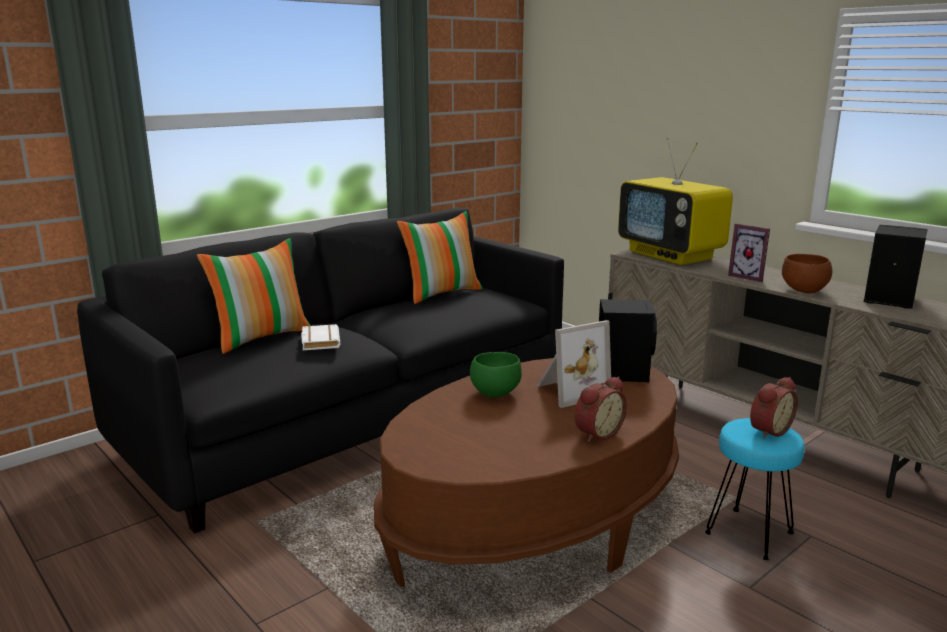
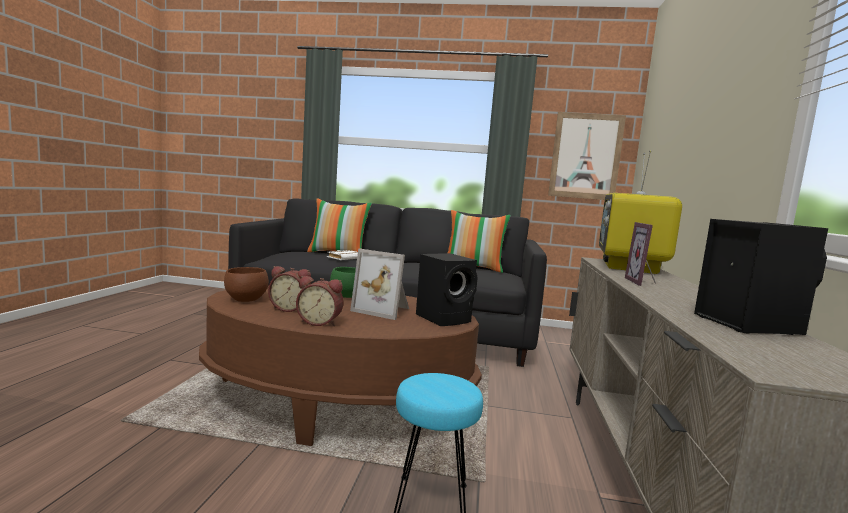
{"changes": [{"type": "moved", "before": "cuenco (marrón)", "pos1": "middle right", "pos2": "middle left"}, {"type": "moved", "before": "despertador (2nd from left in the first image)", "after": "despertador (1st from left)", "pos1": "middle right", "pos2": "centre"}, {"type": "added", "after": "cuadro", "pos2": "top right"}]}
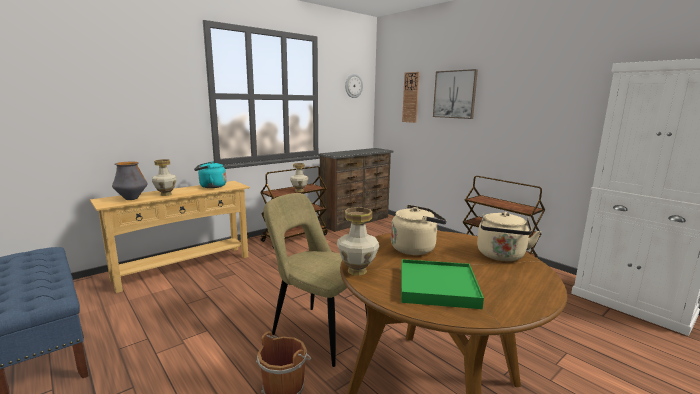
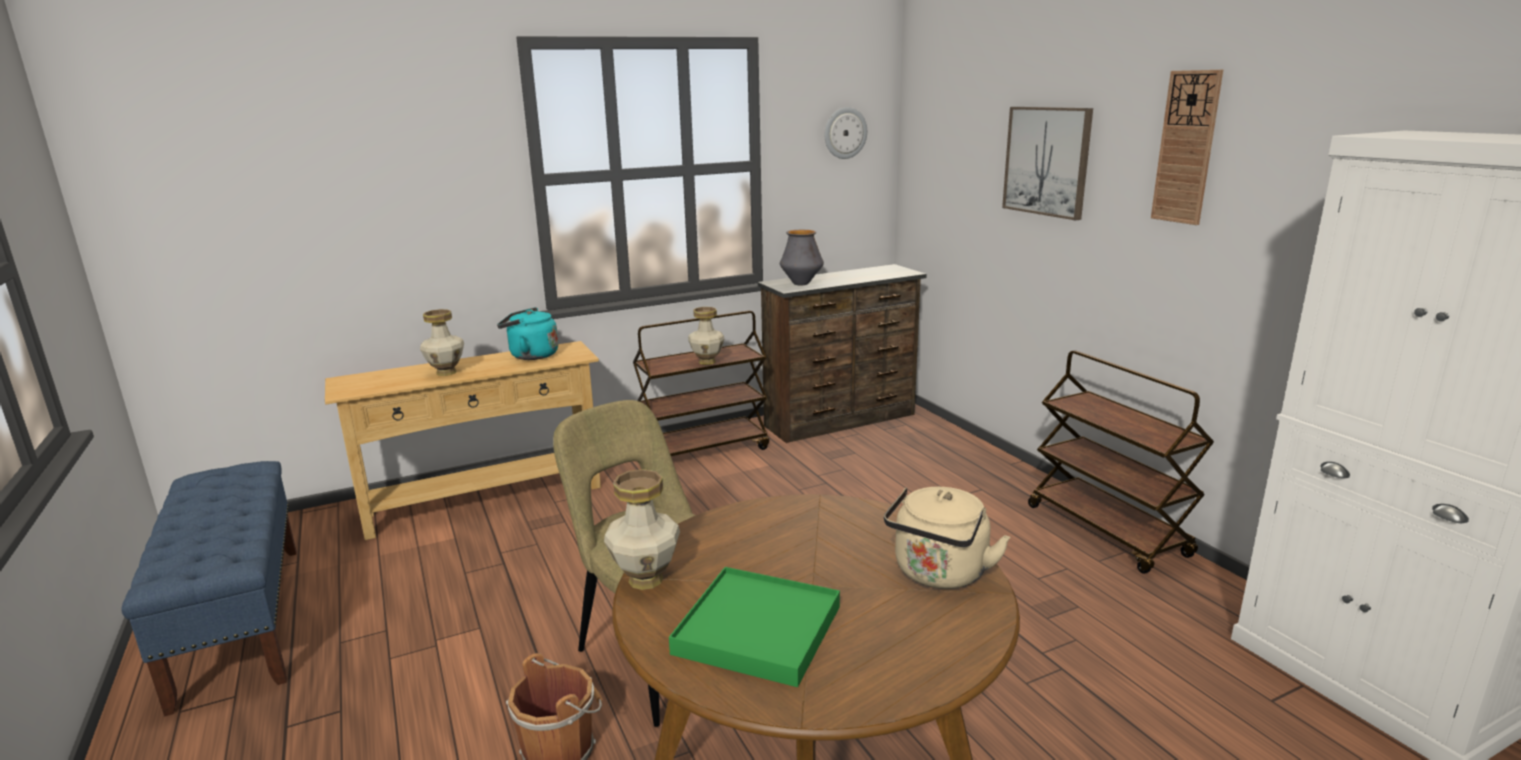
{"changes": [{"type": "moved", "before": "reloj de pared (2nd from left)", "pos1": "top centre", "pos2": "top right"}, {"type": "moved", "before": "florero (1st from left in the first image)", "after": "florero (4th from left)", "pos1": "middle left", "pos2": "centre"}, {"type": "removed", "before": "hervidor (beis) (1st from left)", "pos1": "centre"}]}
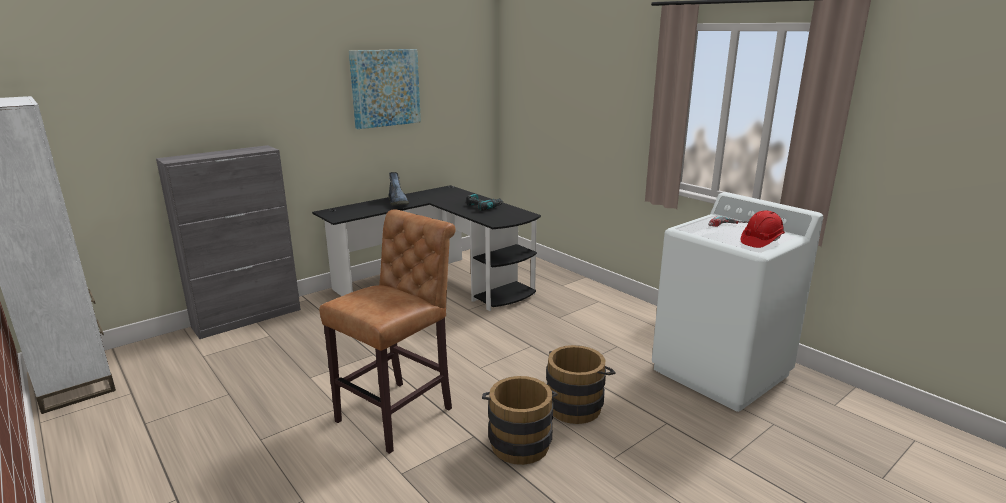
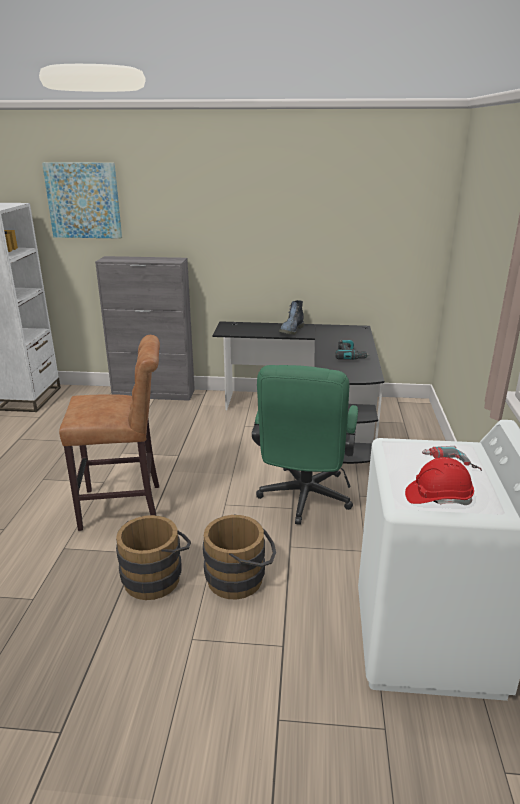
{"changes": [{"type": "moved", "before": "cuadro", "pos1": "top centre", "pos2": "top left"}, {"type": "added", "after": "silla de oficina (verde)", "pos2": "centre"}]}
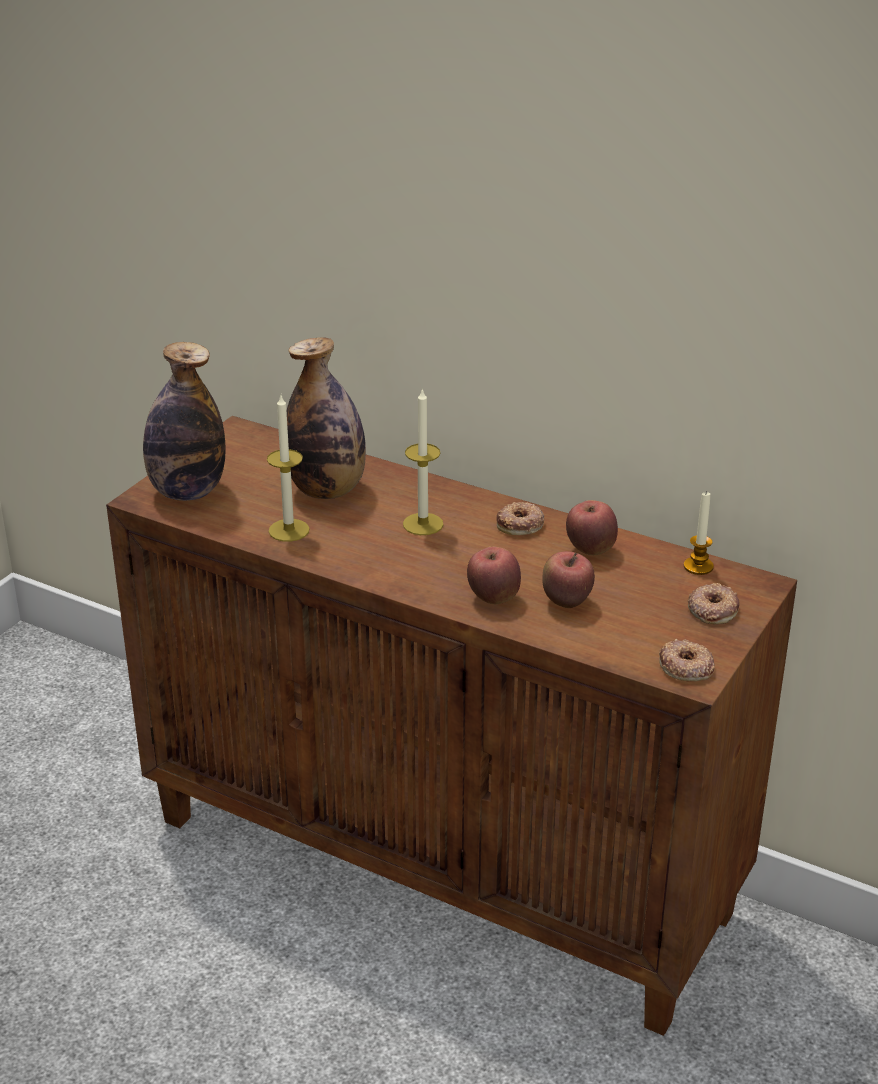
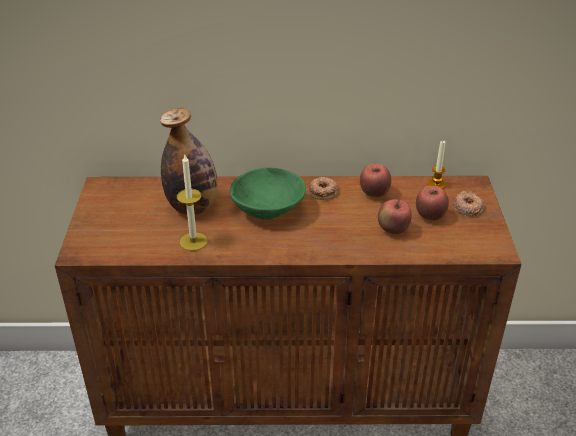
{"changes": [{"type": "removed", "before": "botella (1st from left)", "pos1": "middle left"}, {"type": "replaced", "before": "vela (2nd from left)", "after": "cuenco (verde)", "pos1": "centre", "pos2": "centre"}, {"type": "moved", "before": "manzana (1st from left in the first image)", "after": "manzana (3rd from left)", "pos1": "centre", "pos2": "middle right"}, {"type": "removed", "before": "rosquilla (2nd from left)", "pos1": "middle right"}]}
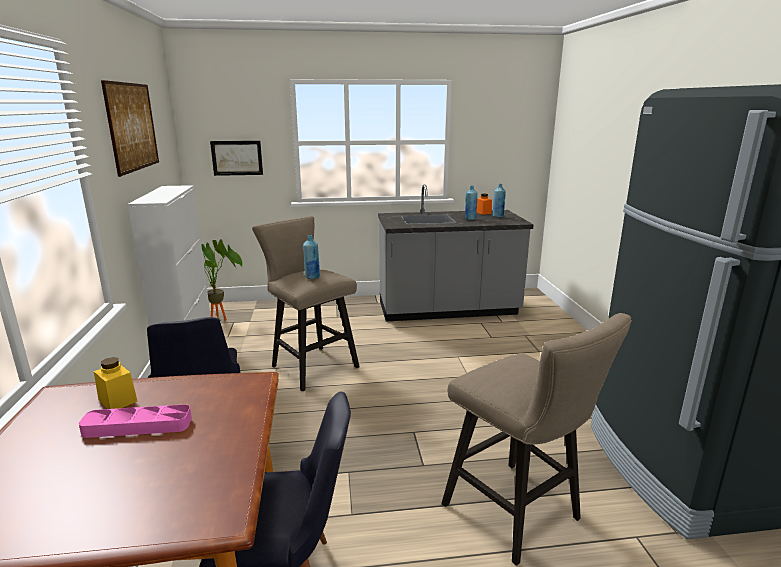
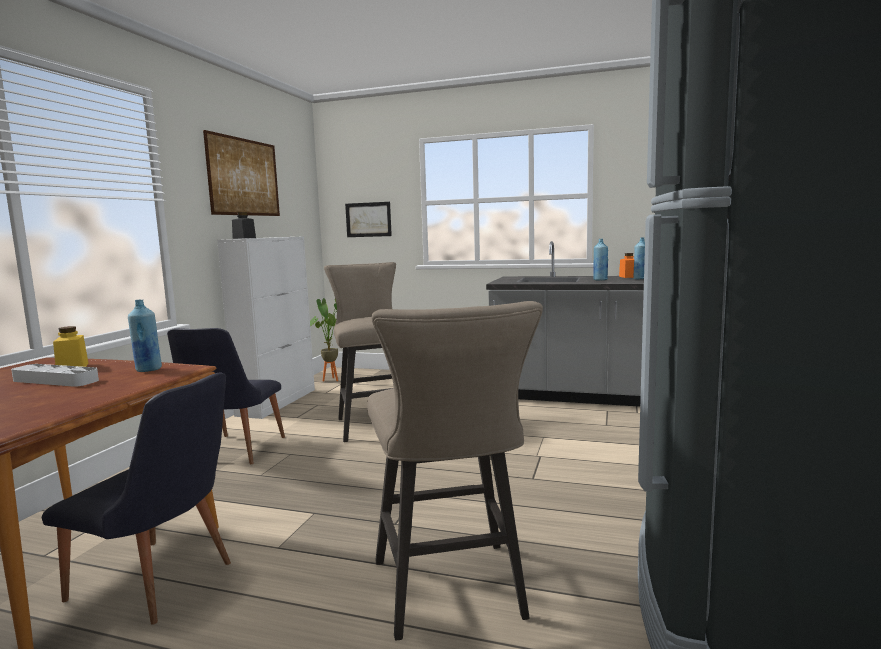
{"changes": [{"type": "moved", "before": "botella (azul) (1st from left)", "pos1": "centre", "pos2": "middle left"}, {"type": "recoloured", "before": "bandeja (rosa)", "after": "bandeja (gris)", "pos1": "bottom left", "pos2": "middle left"}, {"type": "added", "after": "tarro (negro)", "pos2": "middle left"}]}
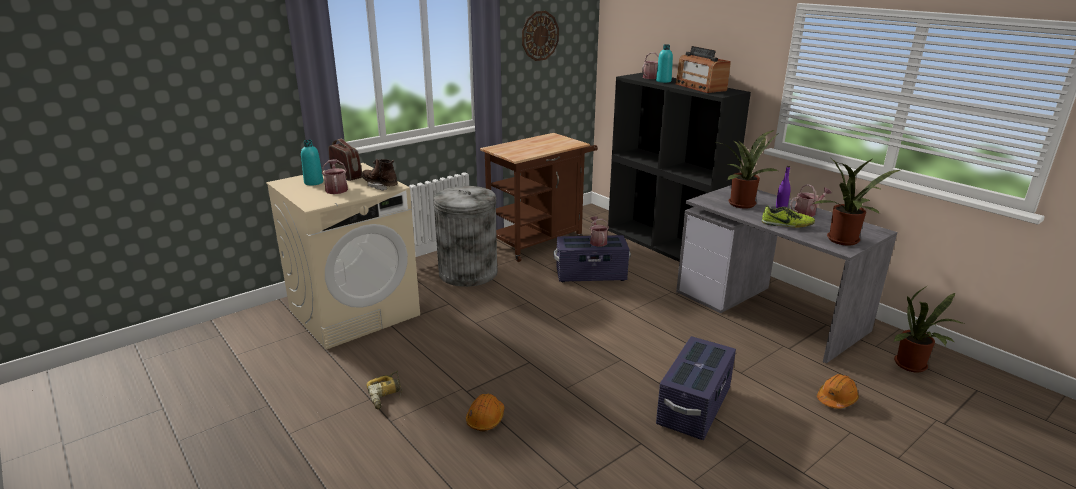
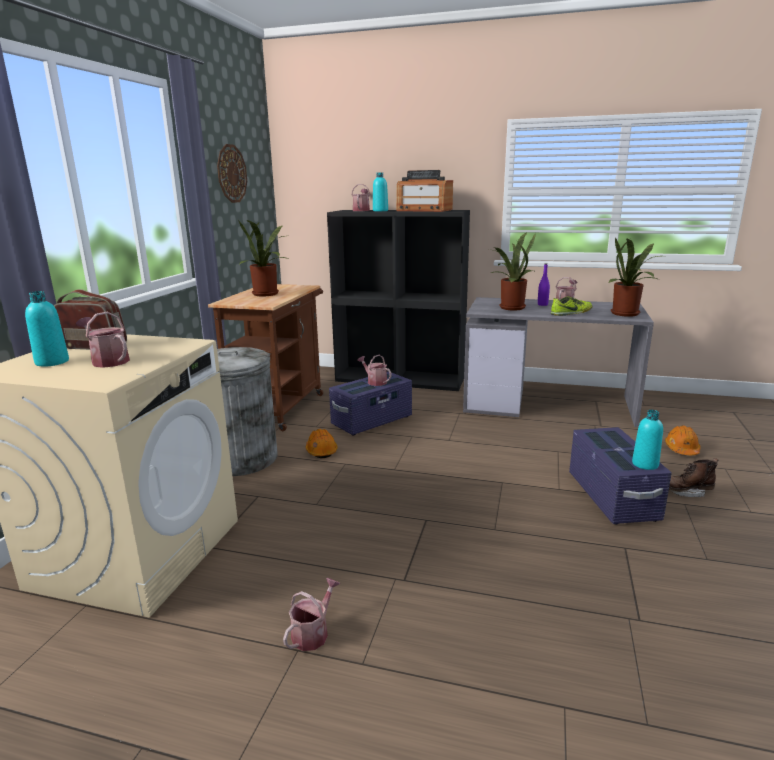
{"changes": [{"type": "moved", "before": "bota (marrón)", "pos1": "centre", "pos2": "middle right"}, {"type": "moved", "before": "planta en maceta (3rd from left in the first image)", "after": "planta en maceta (1st from left)", "pos1": "bottom right", "pos2": "centre"}, {"type": "replaced", "before": "taladro", "after": "regadera (2nd from left)", "pos1": "bottom centre", "pos2": "bottom centre"}, {"type": "moved", "before": "casco (naranja) (1st from left)", "pos1": "bottom centre", "pos2": "centre"}, {"type": "added", "after": "botella (turquesa) (3rd from left)", "pos2": "middle right"}]}
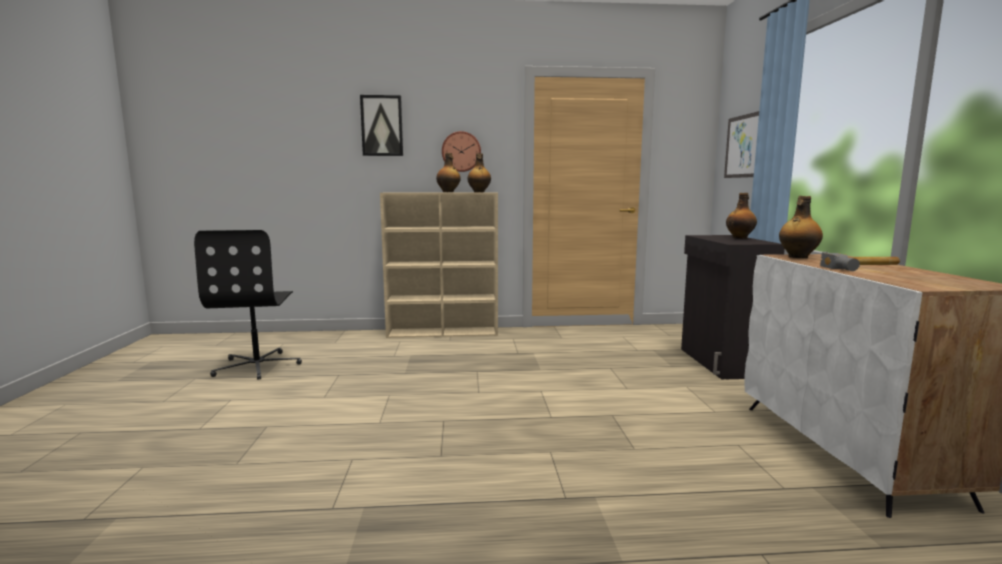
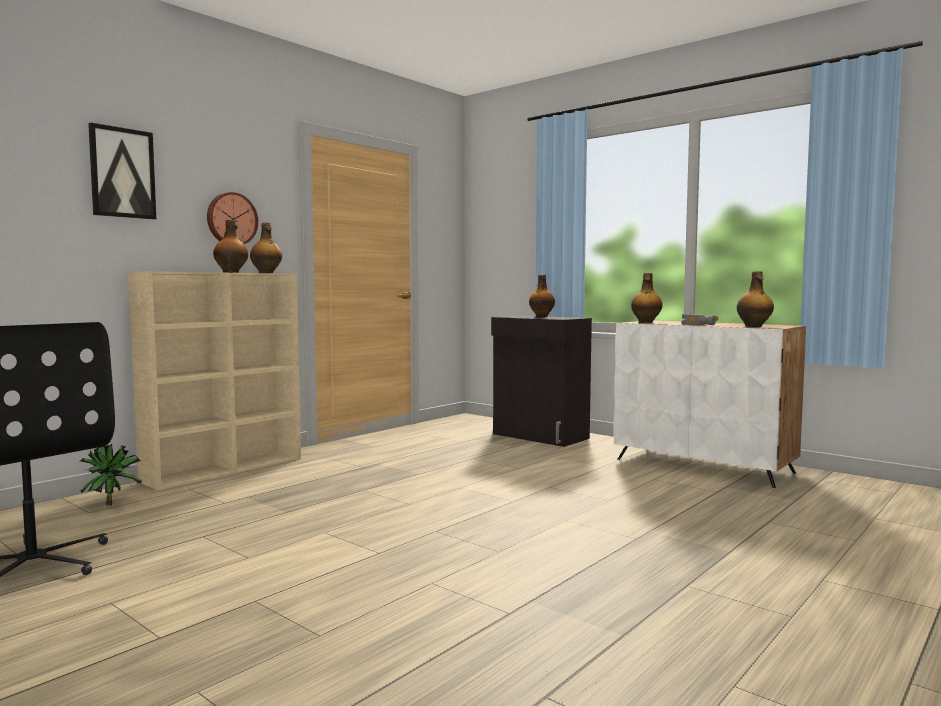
{"changes": [{"type": "removed", "before": "cuadro (2nd from left)", "pos1": "top right"}, {"type": "added", "after": "botella (5th from left)", "pos2": "middle right"}, {"type": "added", "after": "planta en maceta", "pos2": "bottom left"}]}
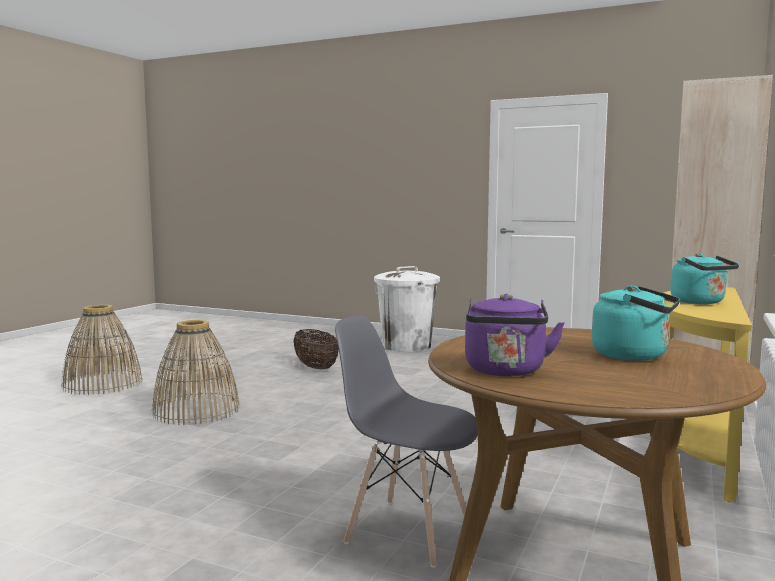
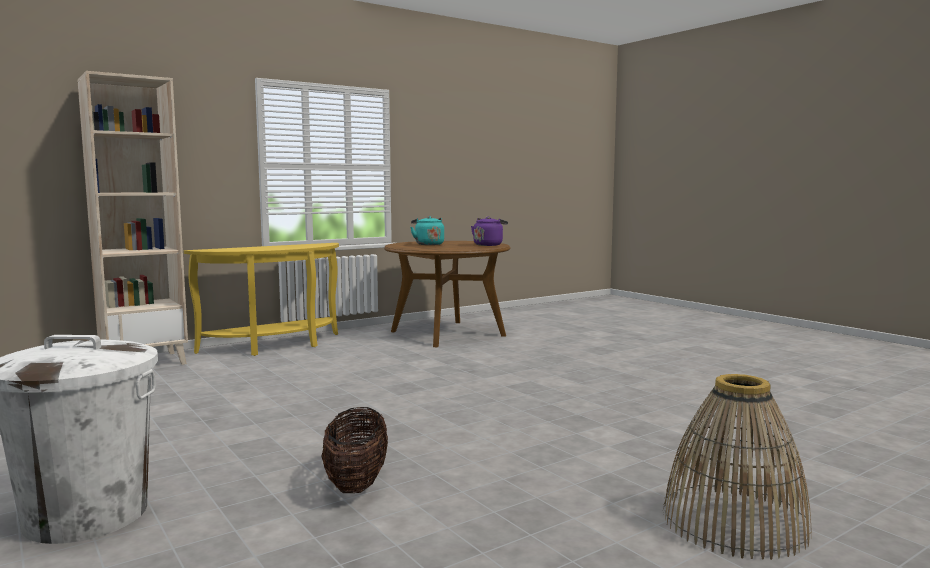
{"changes": [{"type": "removed", "before": "hervidor (turquesa) (2nd from left)", "pos1": "middle right"}, {"type": "removed", "before": "silla (gris)", "pos1": "bottom centre"}, {"type": "removed", "before": "cesta (2nd from left)", "pos1": "middle left"}]}
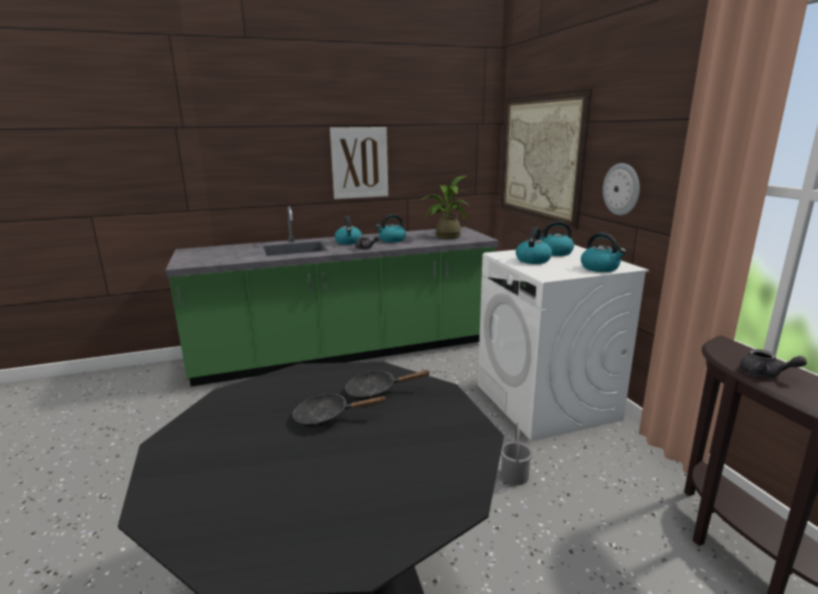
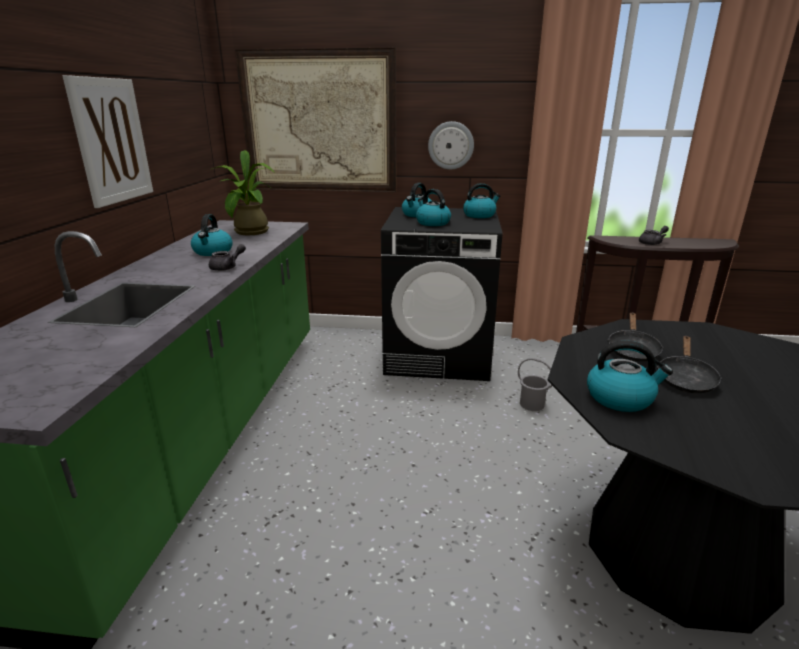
{"changes": [{"type": "moved", "before": "hervidor (1st from left in the first image)", "after": "hervidor (5th from left)", "pos1": "centre", "pos2": "middle right"}, {"type": "recoloured", "before": "lavadora (blanco)", "after": "lavadora (negro)", "pos1": "middle right", "pos2": "centre"}]}
